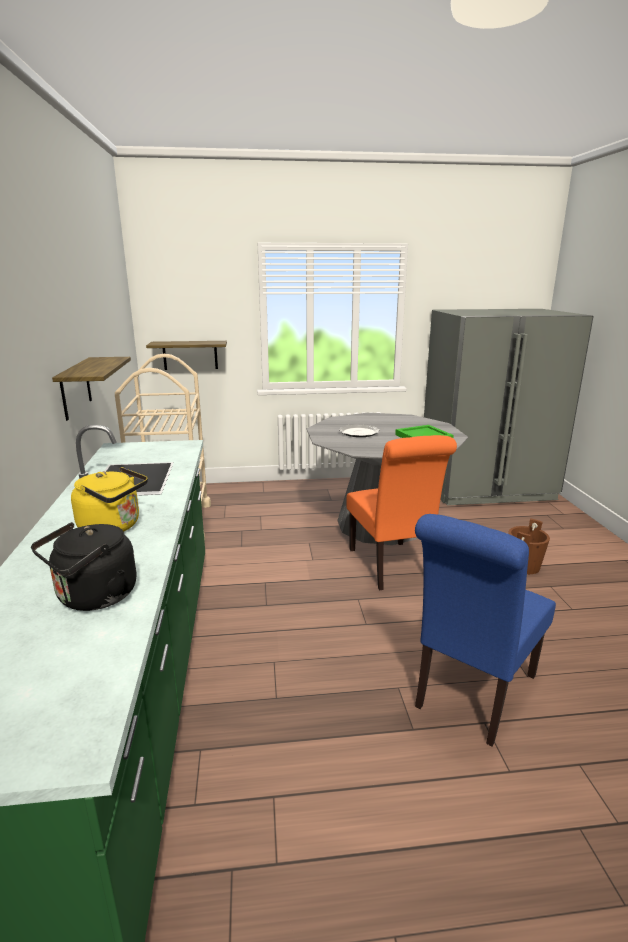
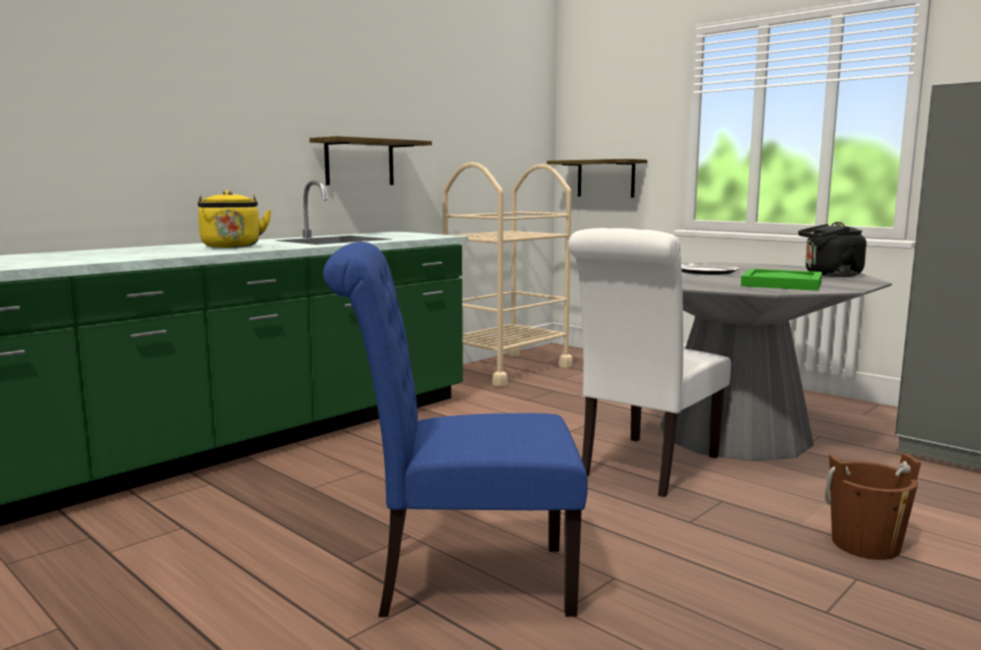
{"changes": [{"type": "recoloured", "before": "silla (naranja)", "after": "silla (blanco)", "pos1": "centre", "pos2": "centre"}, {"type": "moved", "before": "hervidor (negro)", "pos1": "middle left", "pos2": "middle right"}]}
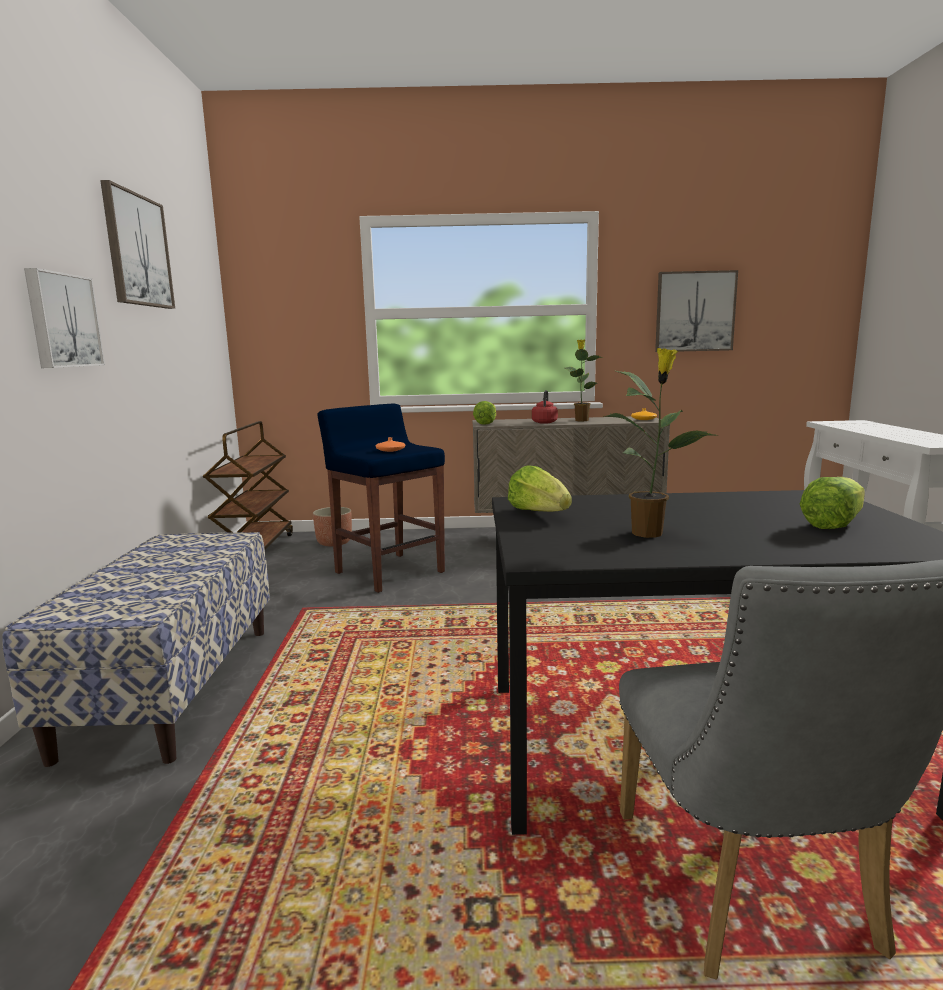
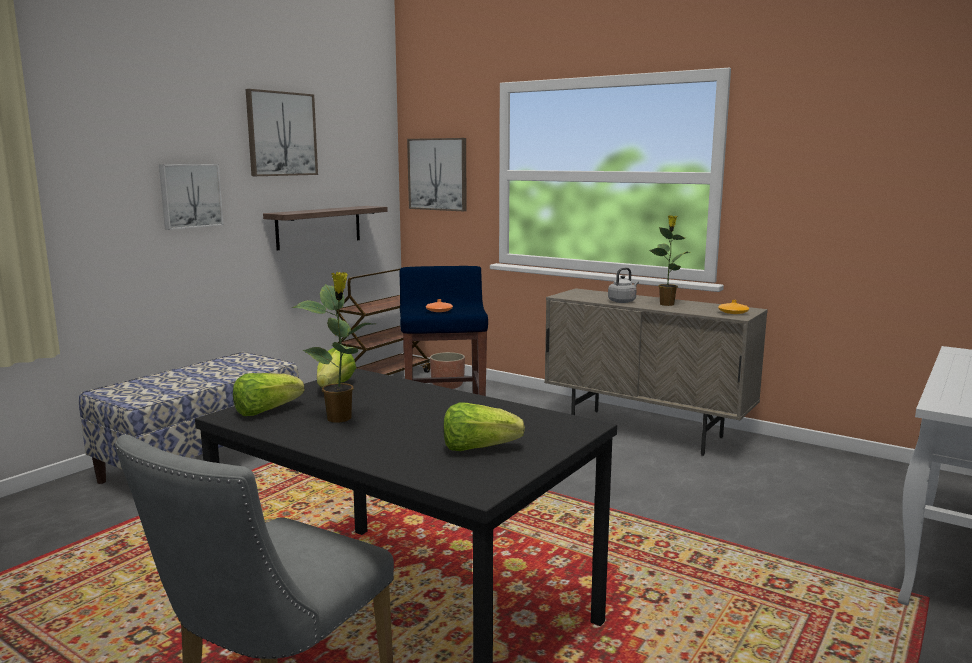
{"changes": [{"type": "moved", "before": "cuadro (3rd from left)", "pos1": "top right", "pos2": "top centre"}, {"type": "recoloured", "before": "hervidor (rojo)", "after": "hervidor (gris)", "pos1": "centre", "pos2": "centre"}, {"type": "moved", "before": "lechuga (1st from left)", "pos1": "centre", "pos2": "middle left"}, {"type": "added", "after": "estante", "pos2": "centre"}]}
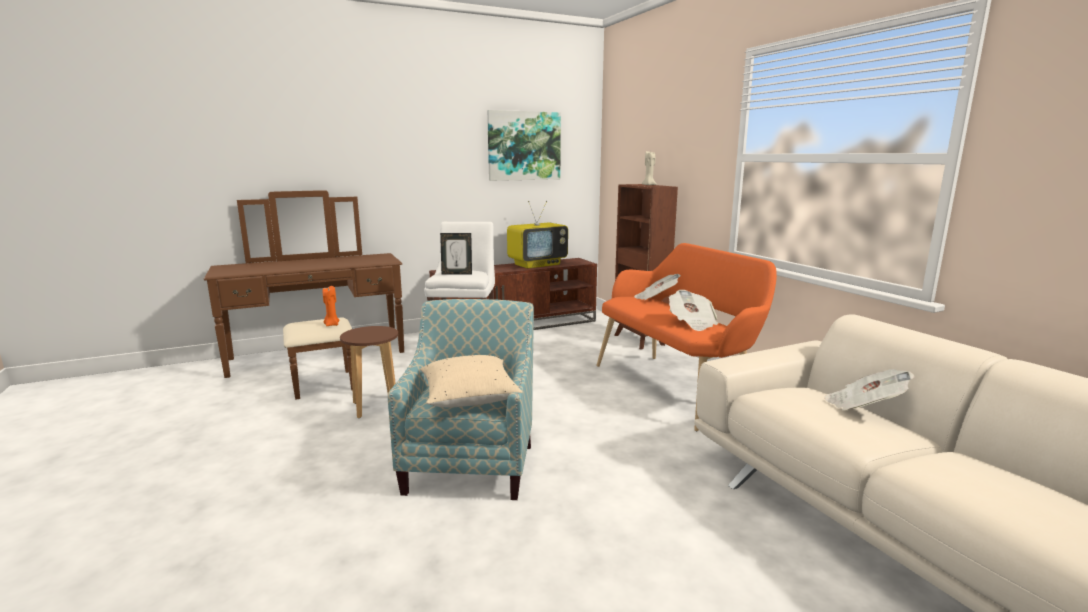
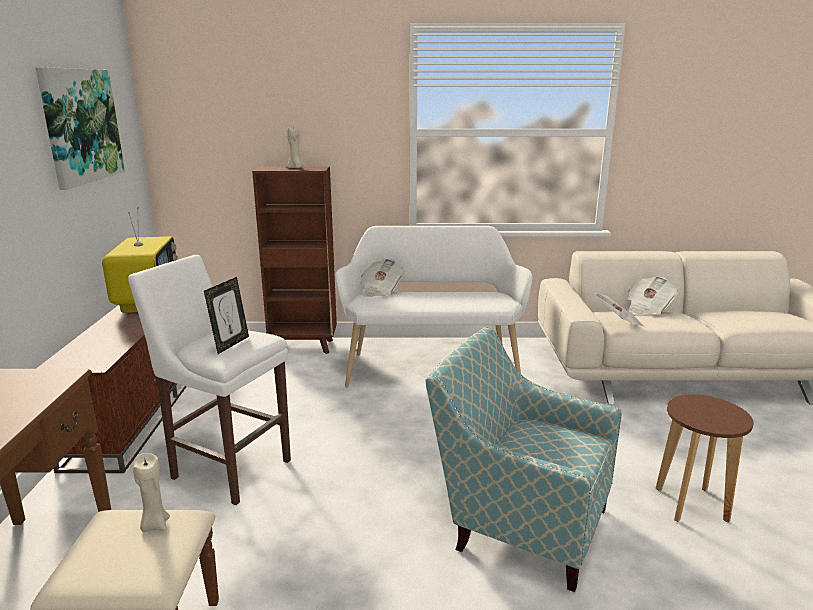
{"changes": [{"type": "recoloured", "before": "banco (naranja)", "after": "banco (blanco)", "pos1": "centre", "pos2": "centre"}, {"type": "recoloured", "before": "vela (naranja)", "after": "vela (beis) (1st from left)", "pos1": "middle left", "pos2": "bottom left"}, {"type": "moved", "before": "periódico (2nd from left)", "pos1": "centre", "pos2": "middle right"}, {"type": "moved", "before": "taburete (marrón)", "pos1": "centre", "pos2": "bottom right"}, {"type": "removed", "before": "cojín (beis)", "pos1": "centre"}]}
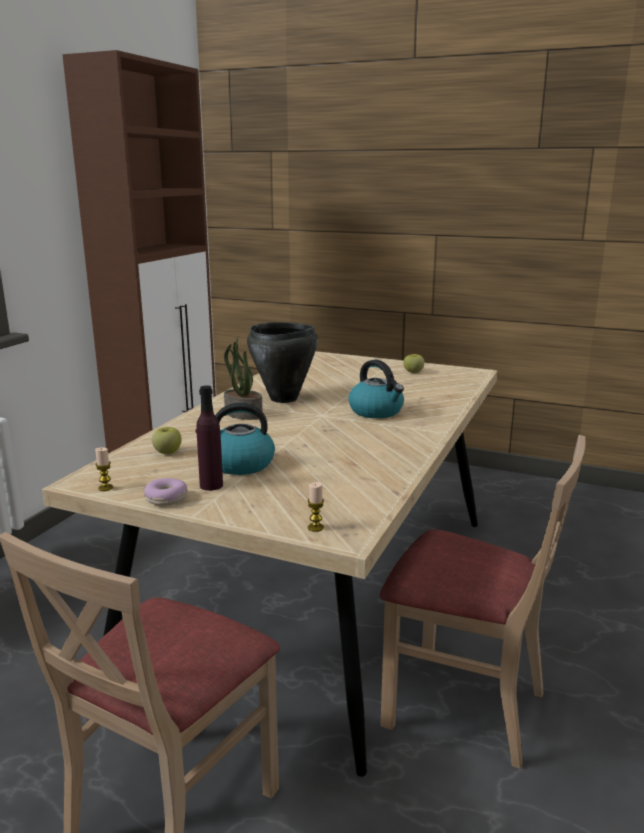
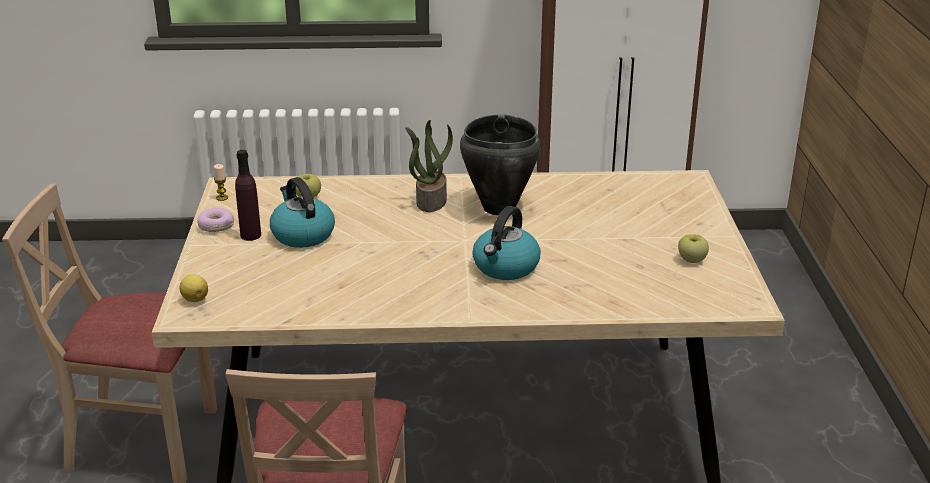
{"changes": [{"type": "replaced", "before": "vela (2nd from left)", "after": "limón", "pos1": "centre", "pos2": "middle left"}]}
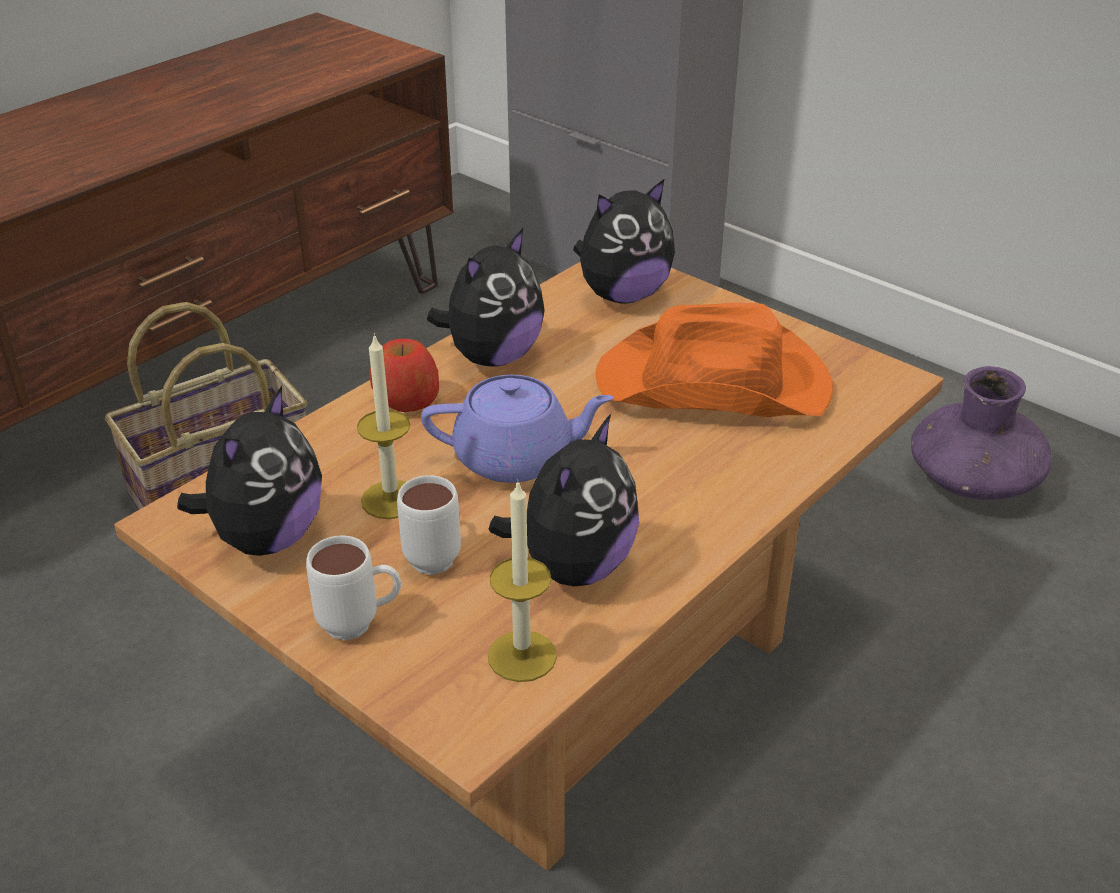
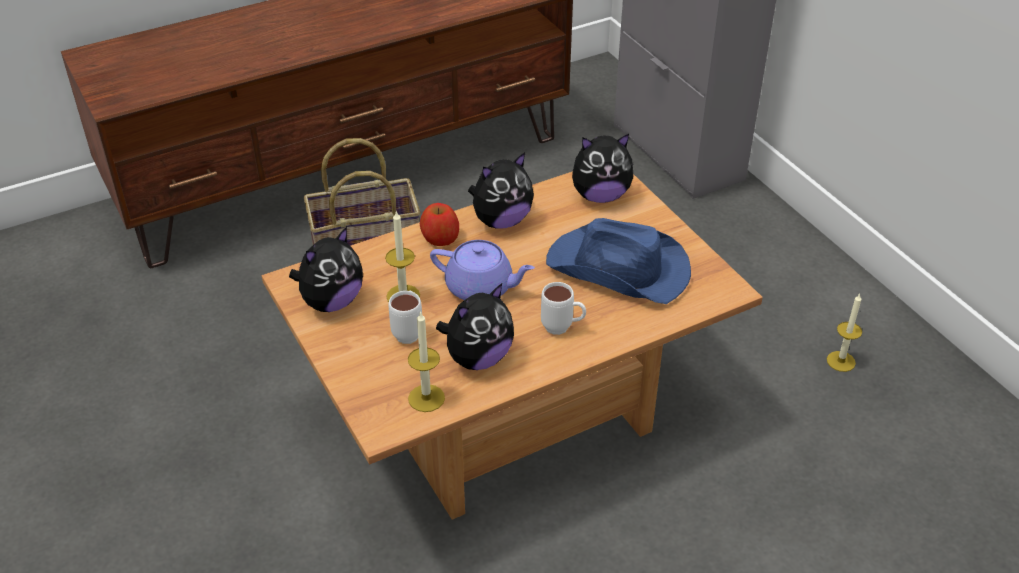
{"changes": [{"type": "recoloured", "before": "sombrero (naranja)", "after": "sombrero (azul)", "pos1": "centre", "pos2": "centre"}, {"type": "replaced", "before": "florero (morado)", "after": "vela (3rd from left)", "pos1": "middle right", "pos2": "middle right"}, {"type": "moved", "before": "taza grande (blanco) (1st from left in the first image)", "after": "taza grande (blanco) (2nd from left)", "pos1": "middle left", "pos2": "centre"}]}
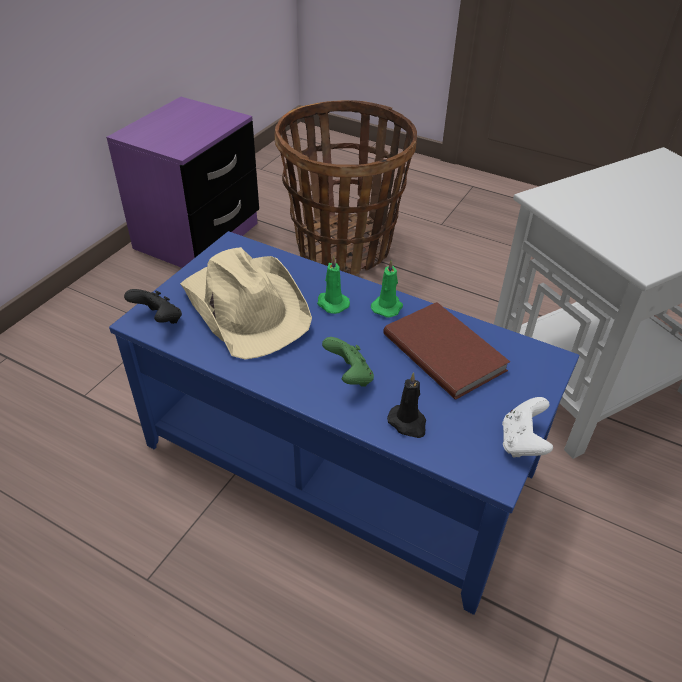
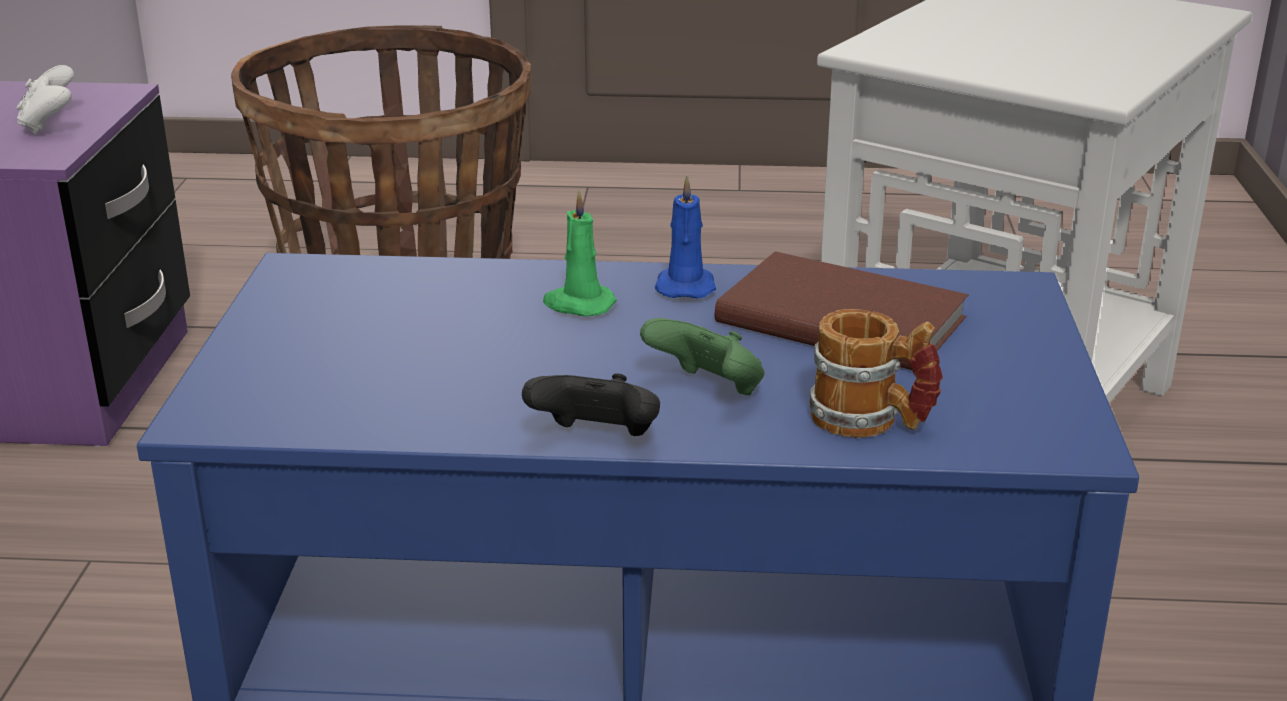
{"changes": [{"type": "removed", "before": "sombrero (beis)", "pos1": "centre"}, {"type": "recoloured", "before": "vela (verde) (2nd from left)", "after": "vela (azul)", "pos1": "centre", "pos2": "centre"}, {"type": "moved", "before": "mando de consola (negro)", "pos1": "middle left", "pos2": "centre"}, {"type": "replaced", "before": "vela (negro)", "after": "taza grande", "pos1": "centre", "pos2": "middle right"}, {"type": "moved", "before": "mando de consola (blanco)", "pos1": "middle right", "pos2": "top left"}]}
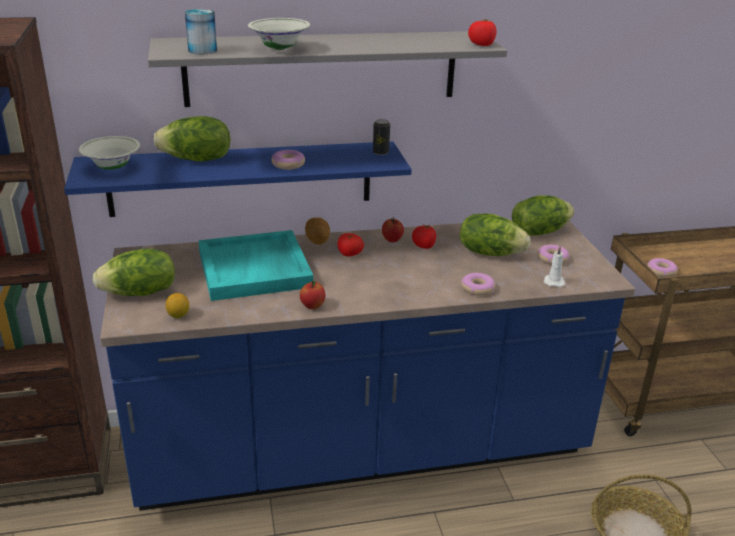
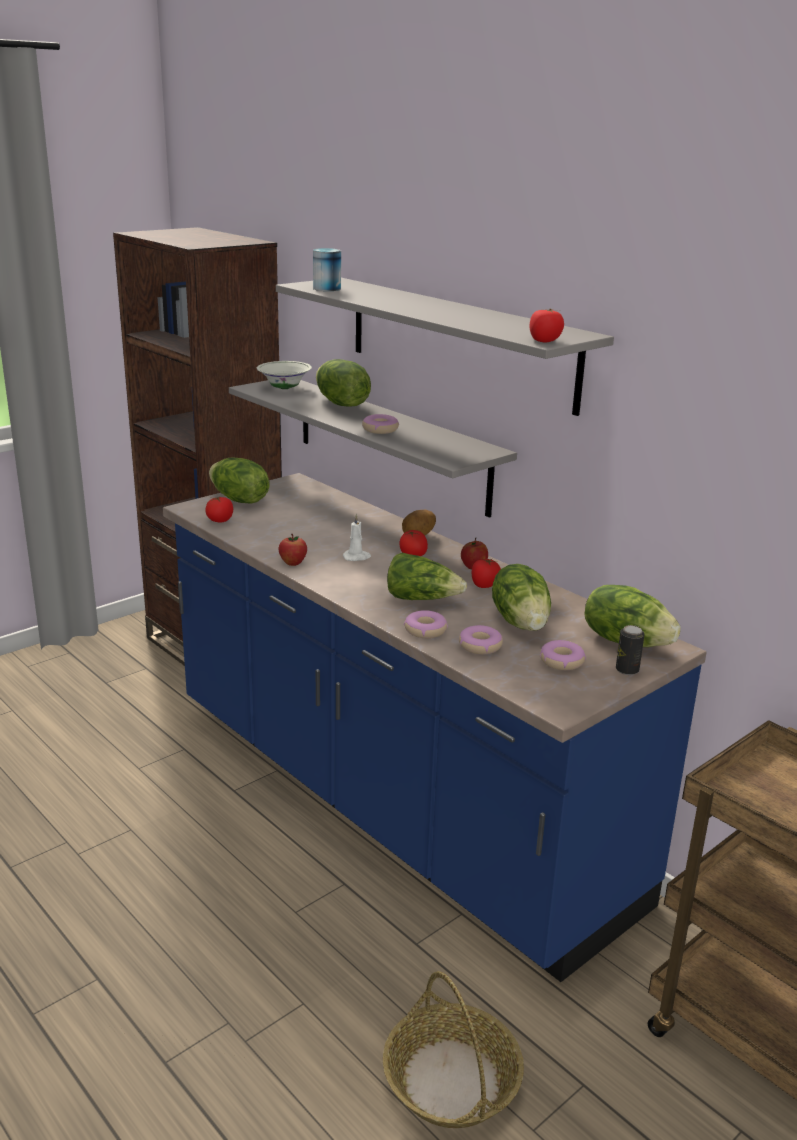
{"changes": [{"type": "removed", "before": "cuenco (blanco) (2nd from left)", "pos1": "top centre"}, {"type": "moved", "before": "lata (2nd from left)", "pos1": "top centre", "pos2": "middle right"}, {"type": "recoloured", "before": "estante (azul)", "after": "estante (gris) (1st from left)", "pos1": "middle left", "pos2": "centre"}, {"type": "removed", "before": "bandeja (turquesa)", "pos1": "centre"}, {"type": "moved", "before": "vela (blanco)", "pos1": "middle right", "pos2": "centre"}, {"type": "moved", "before": "rosquilla (4th from left in the first image)", "after": "rosquilla (3rd from left)", "pos1": "middle right", "pos2": "centre"}, {"type": "replaced", "before": "limón", "after": "tomate (1st from left)", "pos1": "middle left", "pos2": "middle left"}, {"type": "added", "after": "lechuga (3rd from left)", "pos2": "centre"}]}
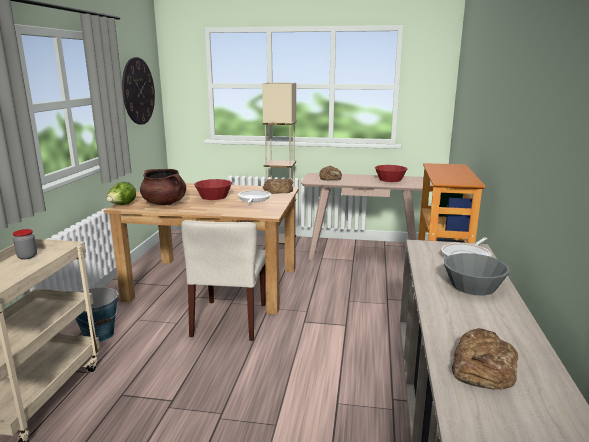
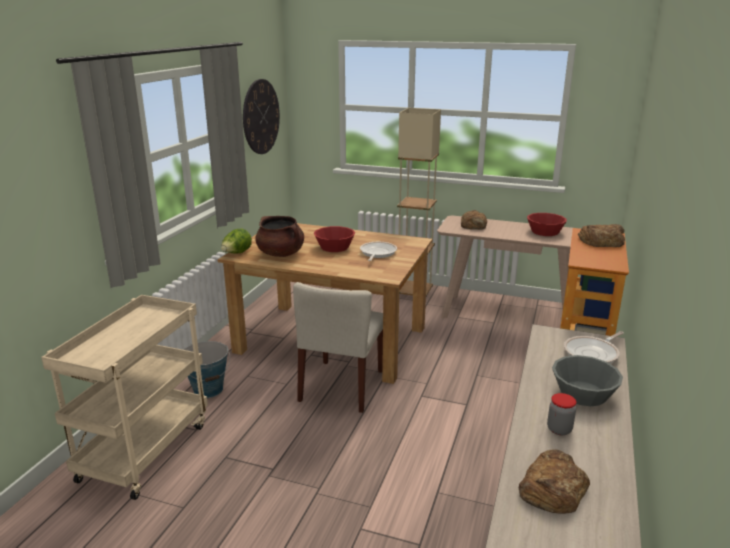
{"changes": [{"type": "moved", "before": "pan (1st from left in the first image)", "after": "pan (3rd from left)", "pos1": "centre", "pos2": "middle right"}, {"type": "moved", "before": "tarro", "pos1": "middle left", "pos2": "bottom right"}]}
